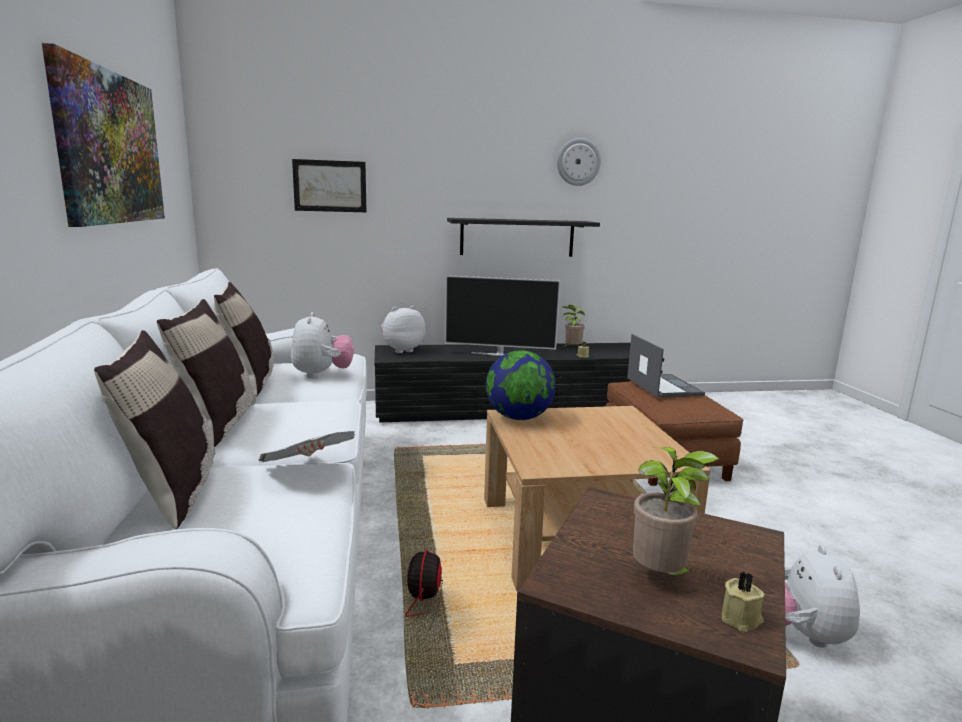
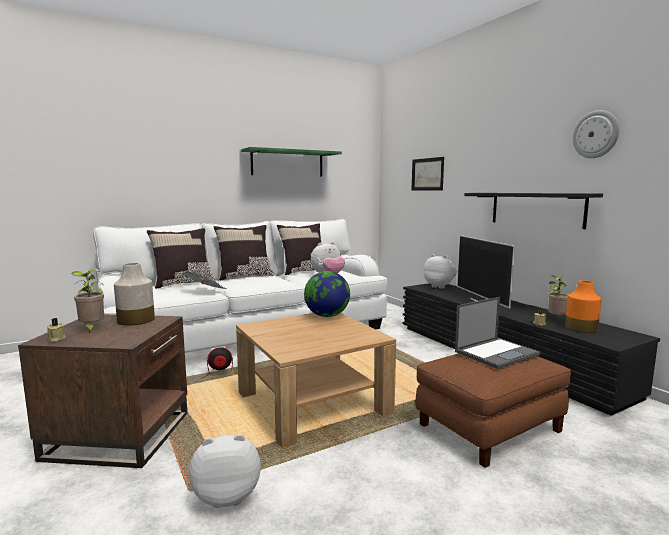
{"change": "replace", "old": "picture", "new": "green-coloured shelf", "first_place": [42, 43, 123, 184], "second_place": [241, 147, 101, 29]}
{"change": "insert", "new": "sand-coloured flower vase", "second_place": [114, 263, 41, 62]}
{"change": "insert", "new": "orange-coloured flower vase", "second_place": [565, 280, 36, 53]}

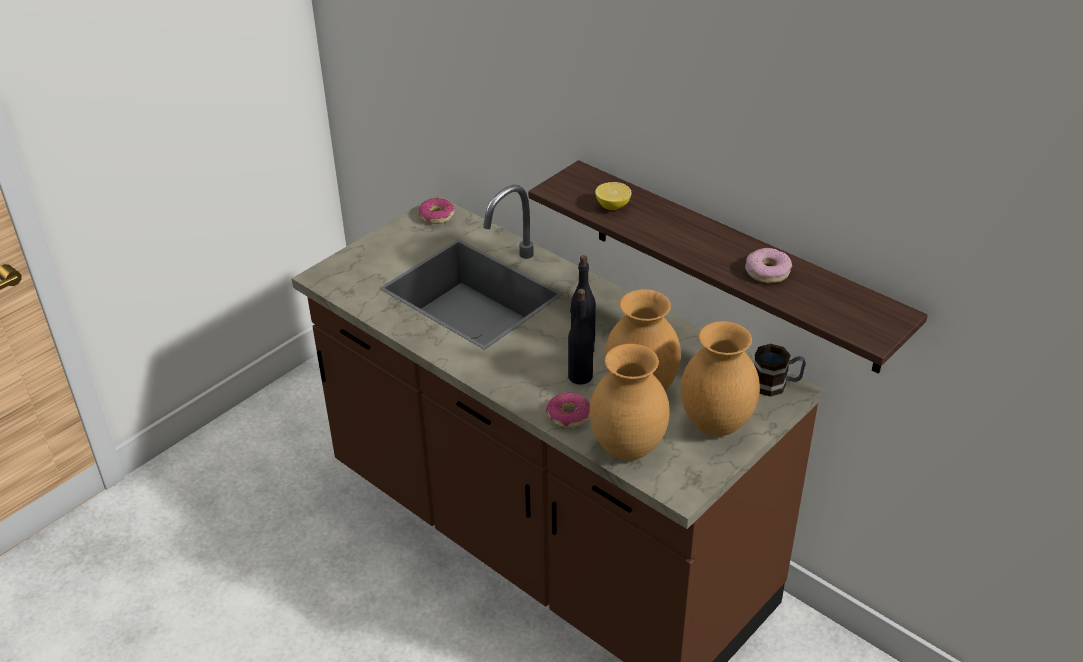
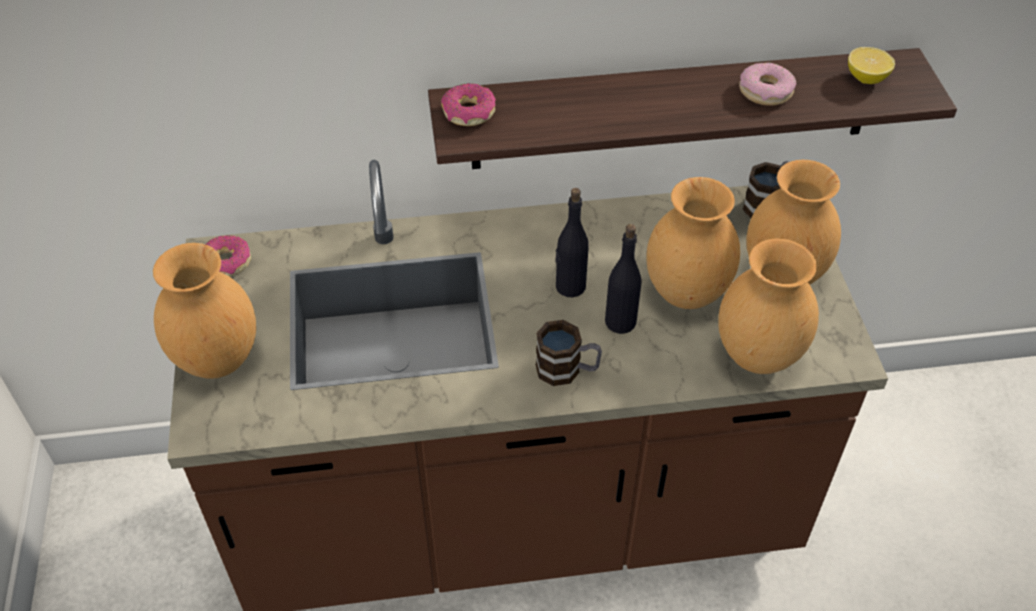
{"change": "move", "old": "citrus fruit", "first_place": [595, 182, 36, 28], "second_place": [848, 47, 47, 37]}
{"change": "move", "old": "doughnut", "first_place": [546, 392, 44, 36], "second_place": [441, 83, 55, 43]}
{"change": "insert", "new": "brown-coloured flower vase", "second_place": [153, 243, 103, 136]}
{"change": "insert", "new": "tea mug", "second_place": [536, 320, 66, 66]}

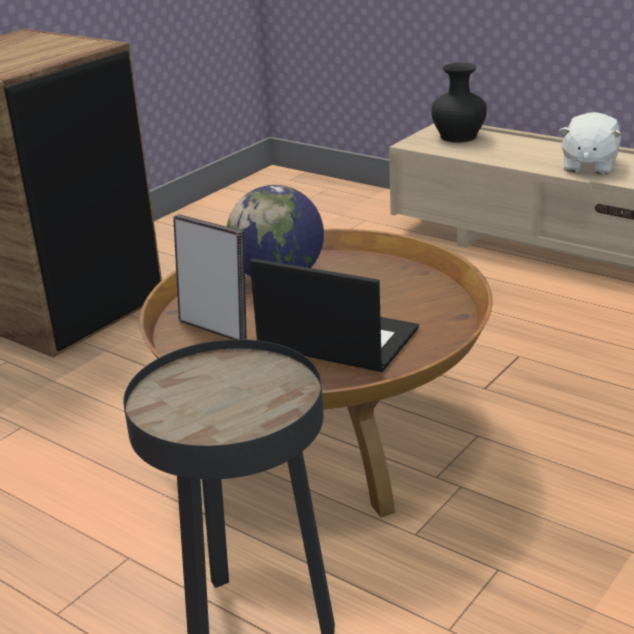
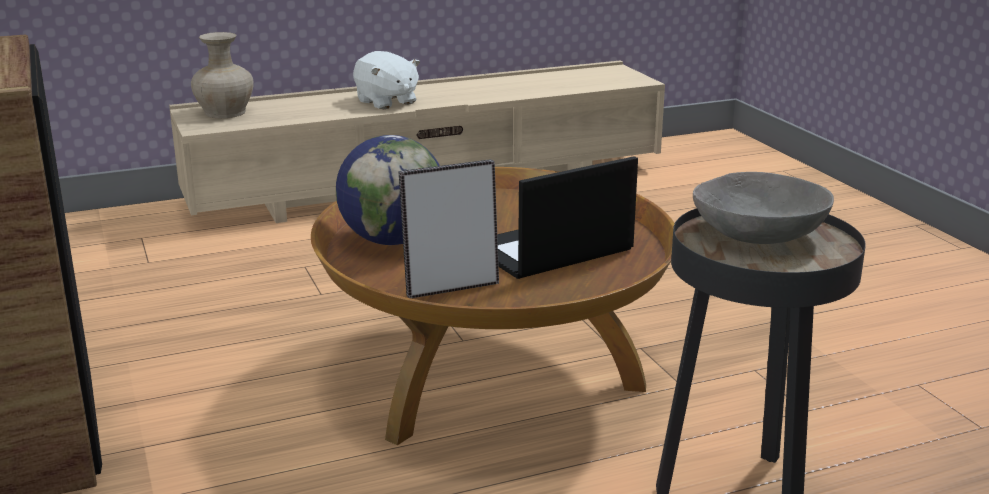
{"change": "recolor", "old": "blackish flower vase", "new": "sand-coloured flower vase", "first_place": [431, 63, 56, 79], "second_place": [191, 32, 63, 86]}
{"change": "insert", "new": "greyish serving bowl", "second_place": [693, 172, 141, 72]}

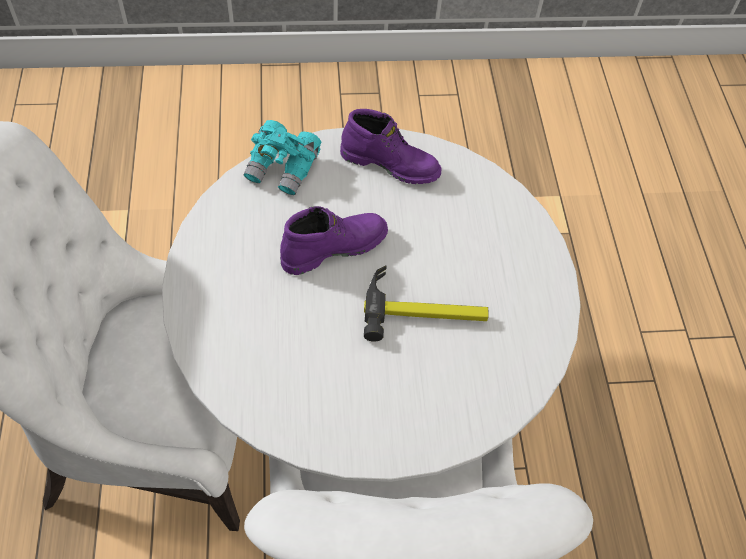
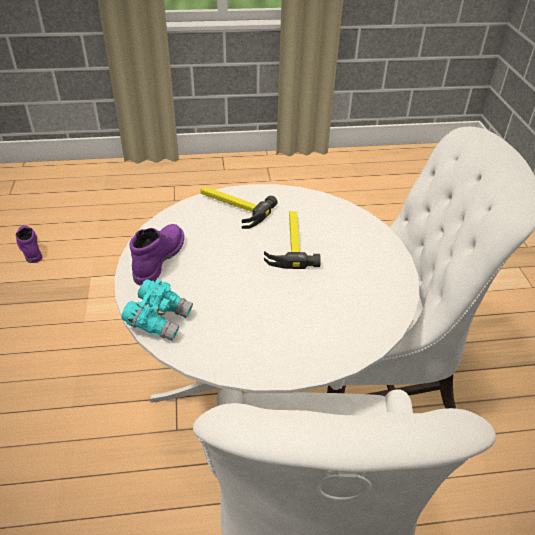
{"change": "move", "old": "purplish tall boot", "first_place": [280, 206, 108, 69], "second_place": [16, 225, 26, 38]}
{"change": "insert", "new": "hand hammer", "second_place": [201, 186, 76, 43]}

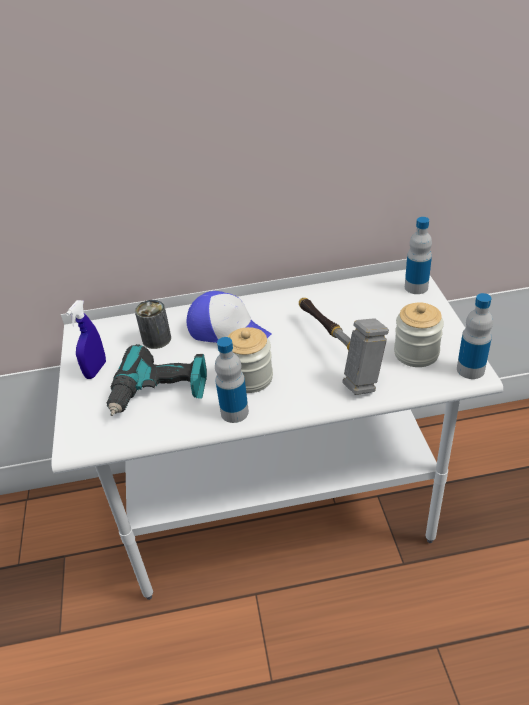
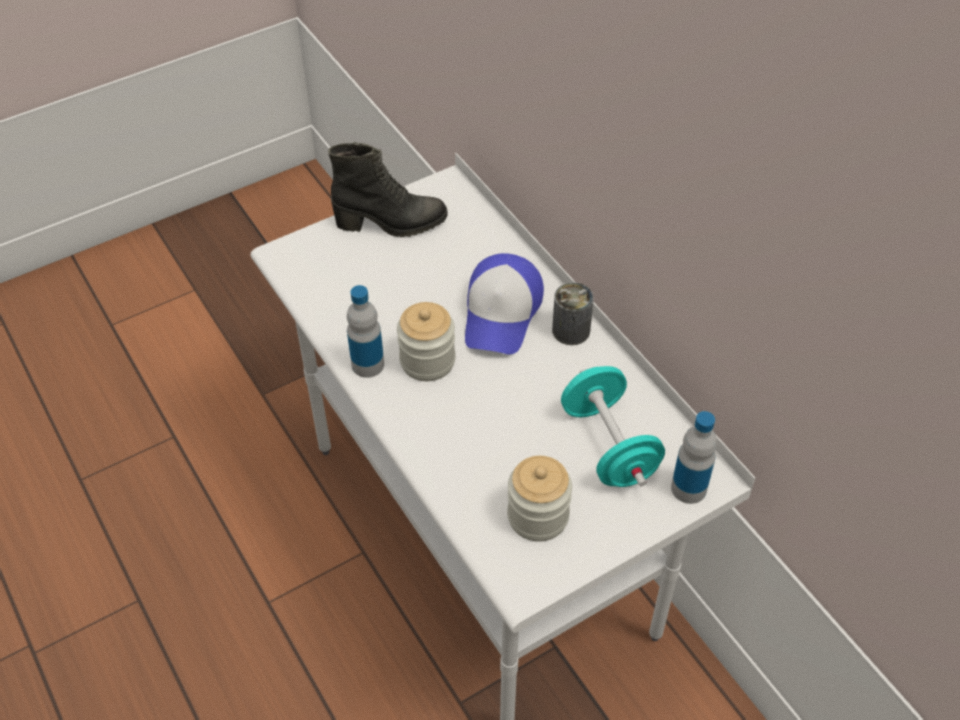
{"change": "delete", "old": "drink bottle", "first_place": [457, 293, 36, 86]}
{"change": "delete", "old": "hand hammer", "first_place": [299, 298, 90, 97]}
{"change": "replace", "old": "blue spray bottle", "new": "blackish tall boot", "first_place": [66, 300, 40, 79], "second_place": [328, 142, 120, 95]}
{"change": "move", "old": "sealed can", "first_place": [135, 300, 36, 49], "second_place": [552, 282, 42, 63]}
{"change": "delete", "old": "power drill", "first_place": [107, 344, 100, 72]}
{"change": "insert", "new": "blue-green free weight", "second_place": [561, 366, 104, 121]}

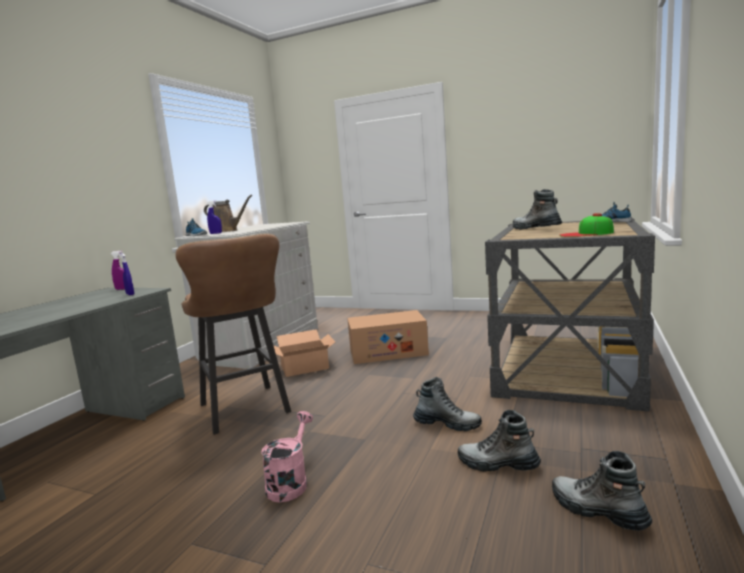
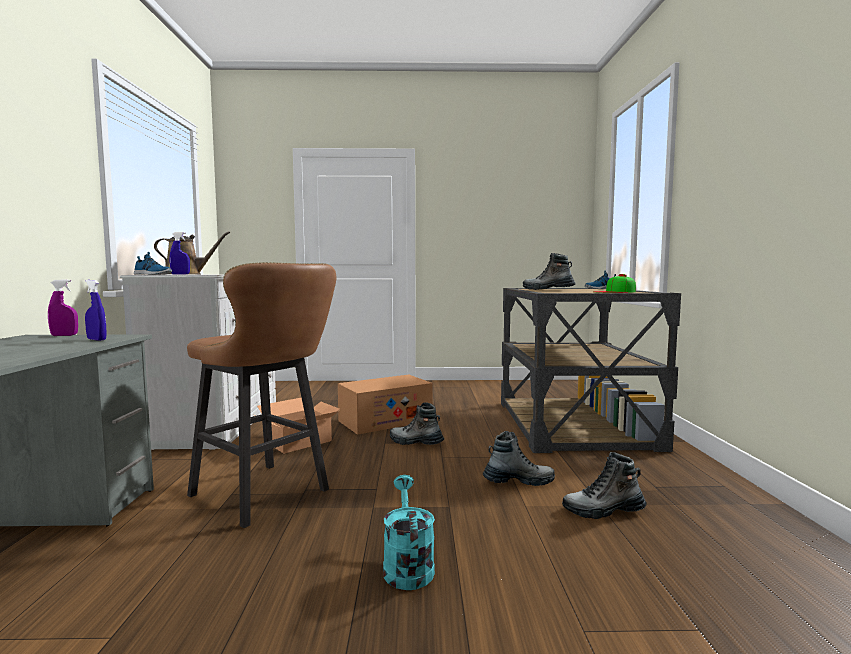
{"change": "recolor", "old": "pink sprinkling can", "new": "blue-green sprinkling can", "first_place": [261, 411, 52, 91], "second_place": [383, 475, 52, 115]}
{"change": "move", "old": "tall boot", "first_place": [552, 451, 100, 80], "second_place": [390, 402, 54, 43]}

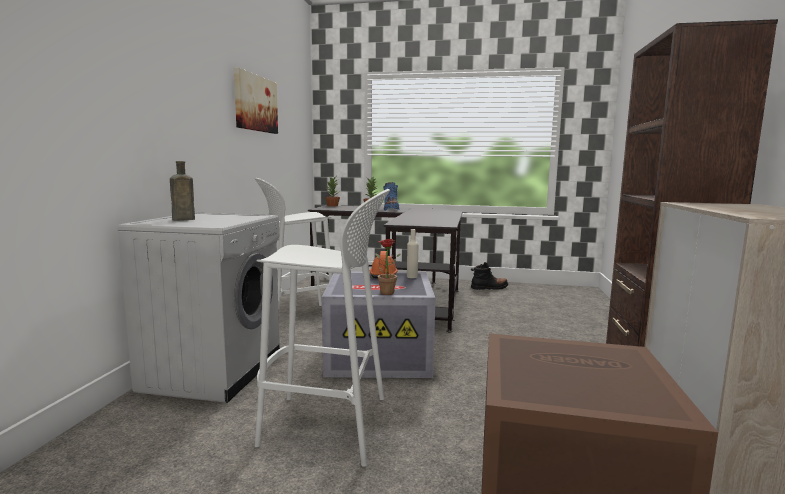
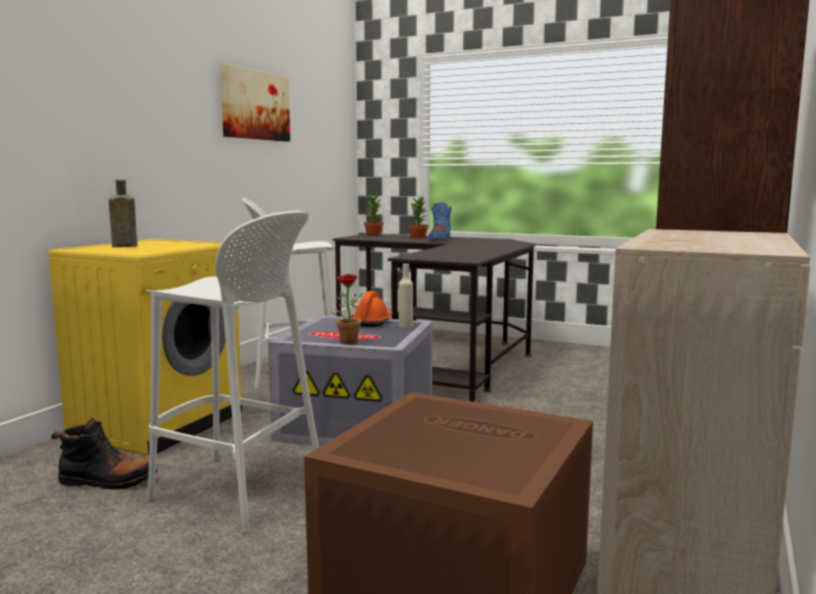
{"change": "recolor", "old": "whitish laundry machine", "new": "yellow laundry machine", "first_place": [118, 213, 162, 190], "second_place": [49, 239, 193, 217]}
{"change": "move", "old": "blackish tall boot", "first_place": [471, 262, 37, 28], "second_place": [51, 418, 106, 71]}

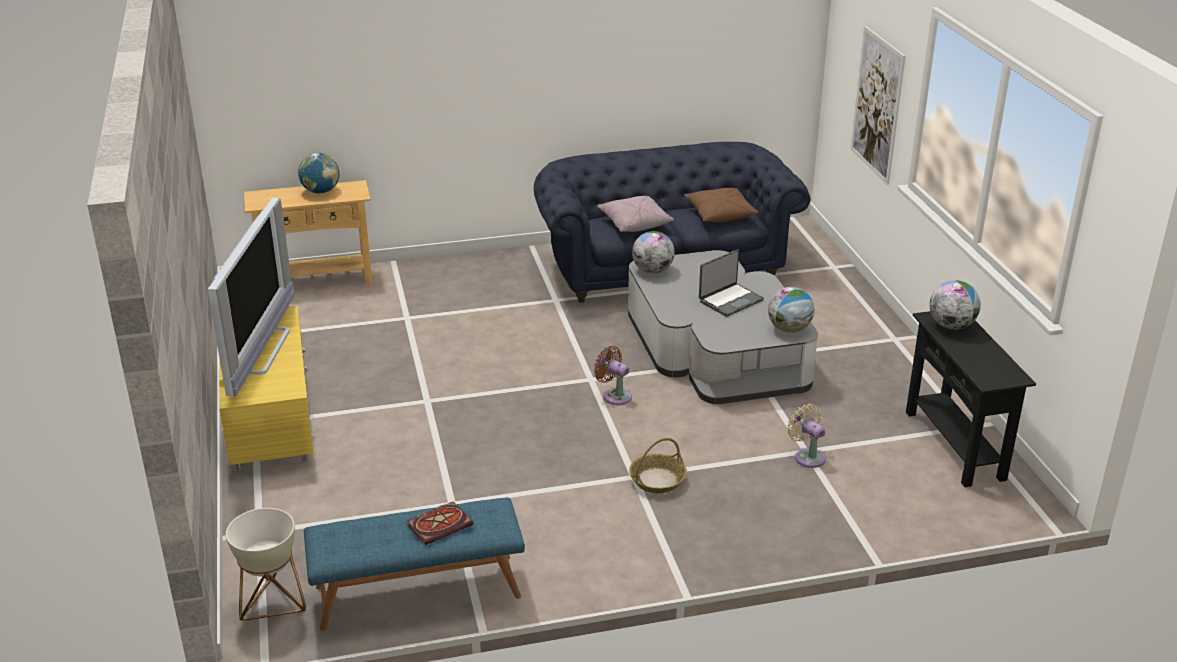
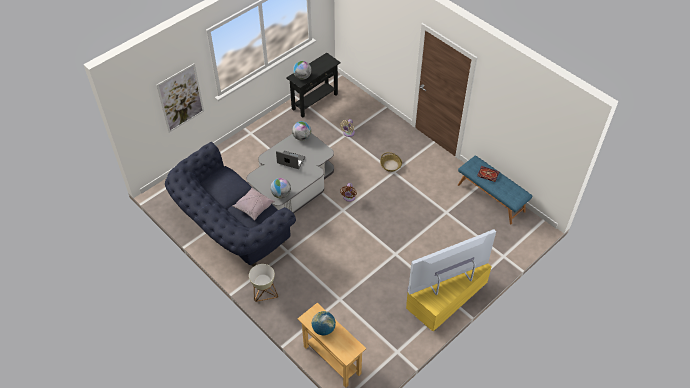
{"change": "delete", "old": "brown-coloured throw pillow", "first_place": [684, 188, 75, 34]}
{"change": "move", "old": "flower pot", "first_place": [226, 508, 80, 112], "second_place": [249, 264, 29, 38]}

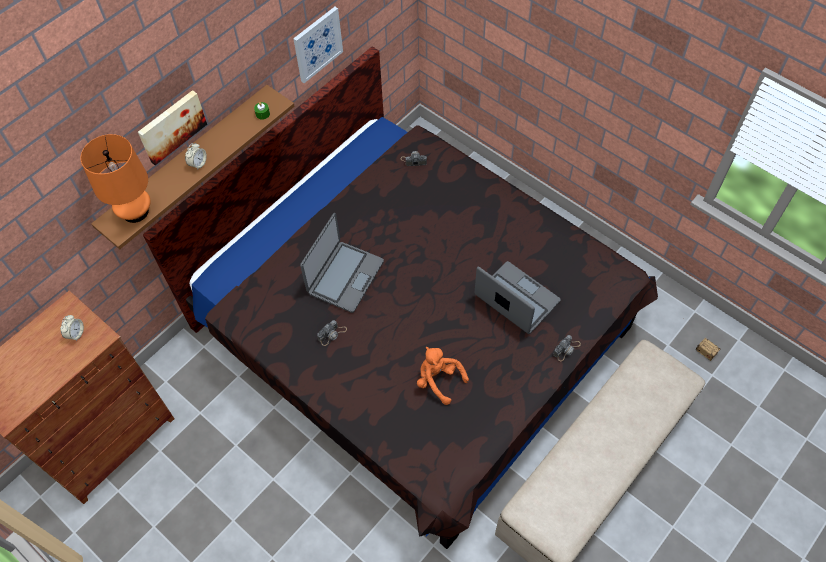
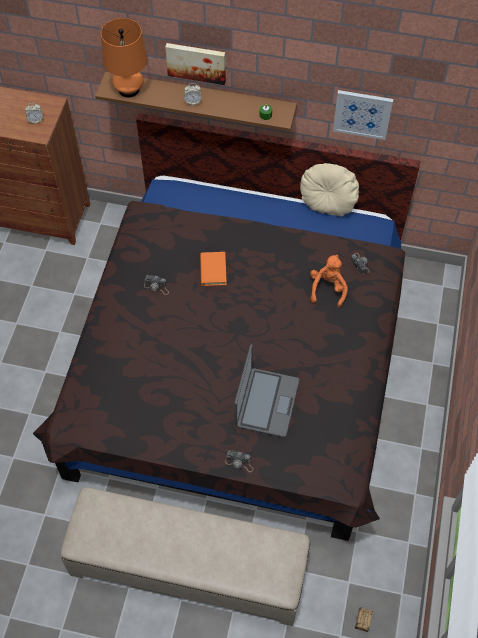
{"change": "replace", "old": "laptop", "new": "orange-coloured volume", "first_place": [300, 213, 84, 100], "second_place": [200, 252, 27, 34]}
{"change": "move", "old": "orange-coloured cuddly toy", "first_place": [417, 347, 52, 58], "second_place": [310, 255, 38, 53]}
{"change": "insert", "new": "sand-coloured throw pillow", "second_place": [300, 163, 59, 53]}

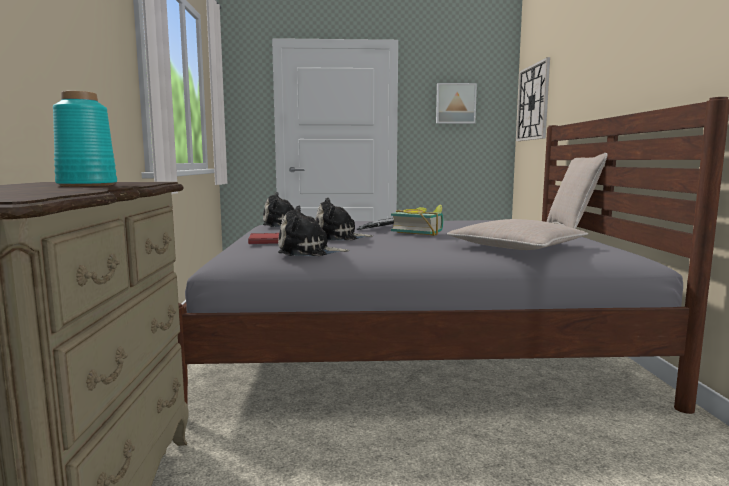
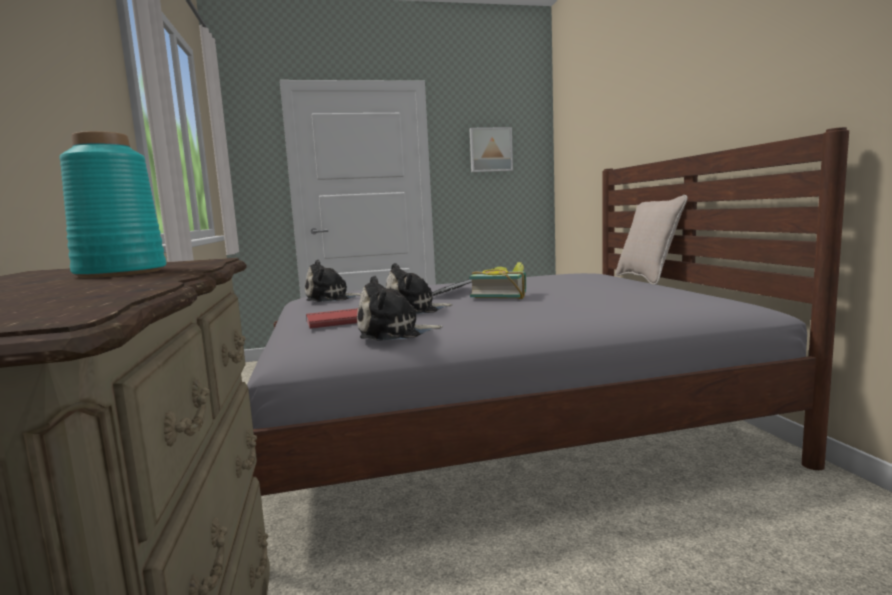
{"change": "delete", "old": "wall clock", "first_place": [516, 57, 34, 84]}
{"change": "delete", "old": "sand-coloured throw pillow", "first_place": [447, 219, 141, 31]}

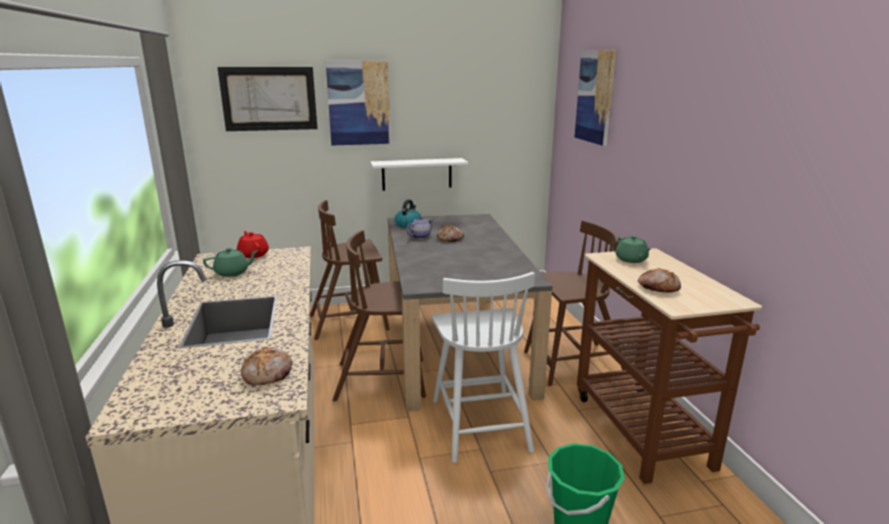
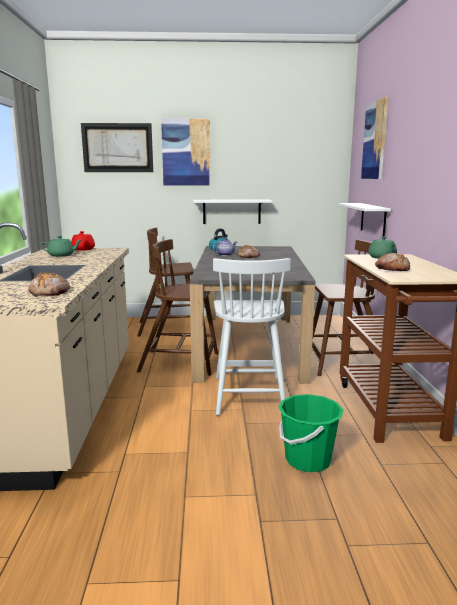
{"change": "insert", "new": "whitish shelf", "second_place": [339, 203, 52, 33]}

